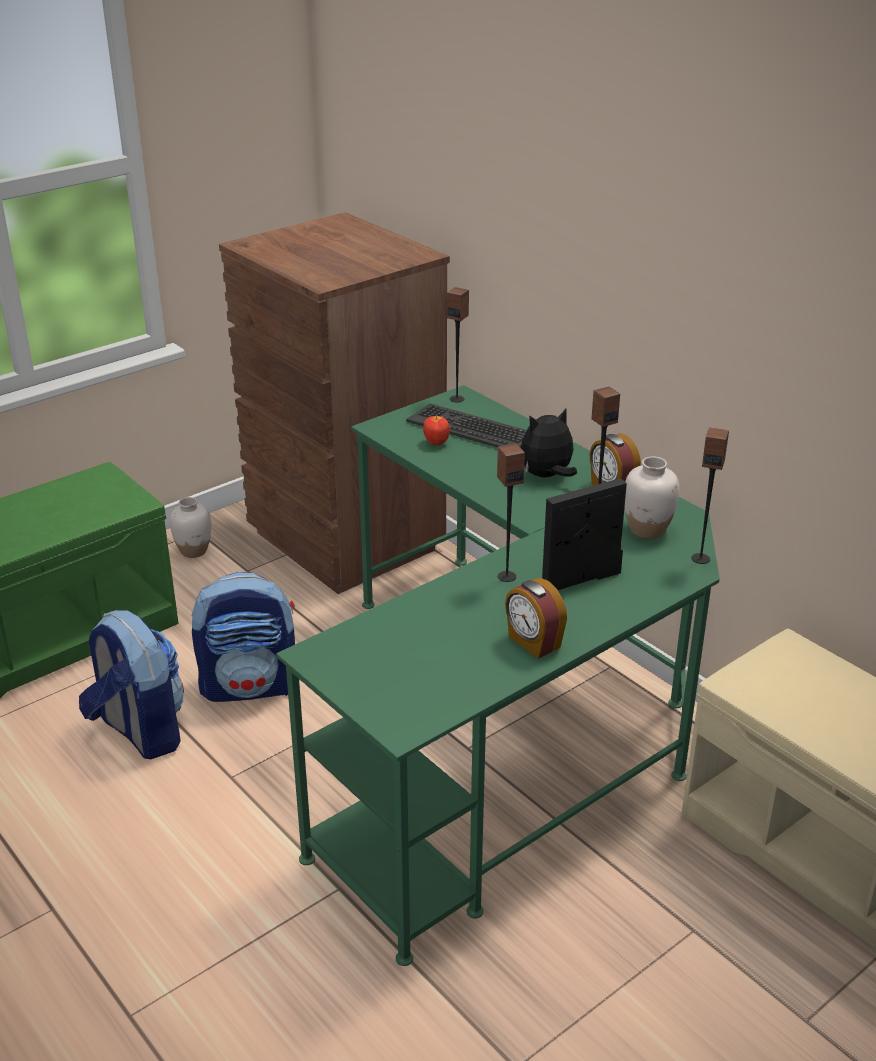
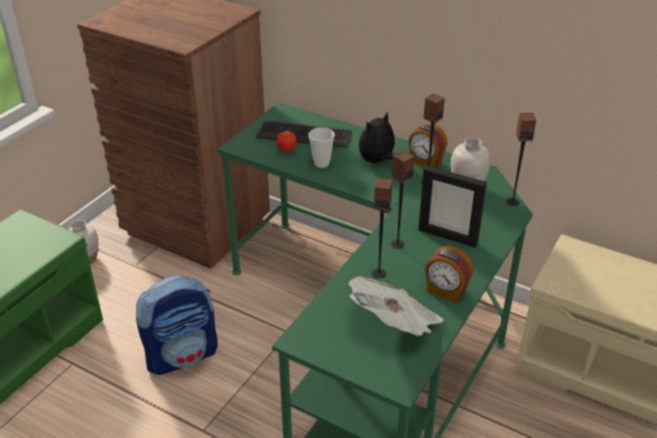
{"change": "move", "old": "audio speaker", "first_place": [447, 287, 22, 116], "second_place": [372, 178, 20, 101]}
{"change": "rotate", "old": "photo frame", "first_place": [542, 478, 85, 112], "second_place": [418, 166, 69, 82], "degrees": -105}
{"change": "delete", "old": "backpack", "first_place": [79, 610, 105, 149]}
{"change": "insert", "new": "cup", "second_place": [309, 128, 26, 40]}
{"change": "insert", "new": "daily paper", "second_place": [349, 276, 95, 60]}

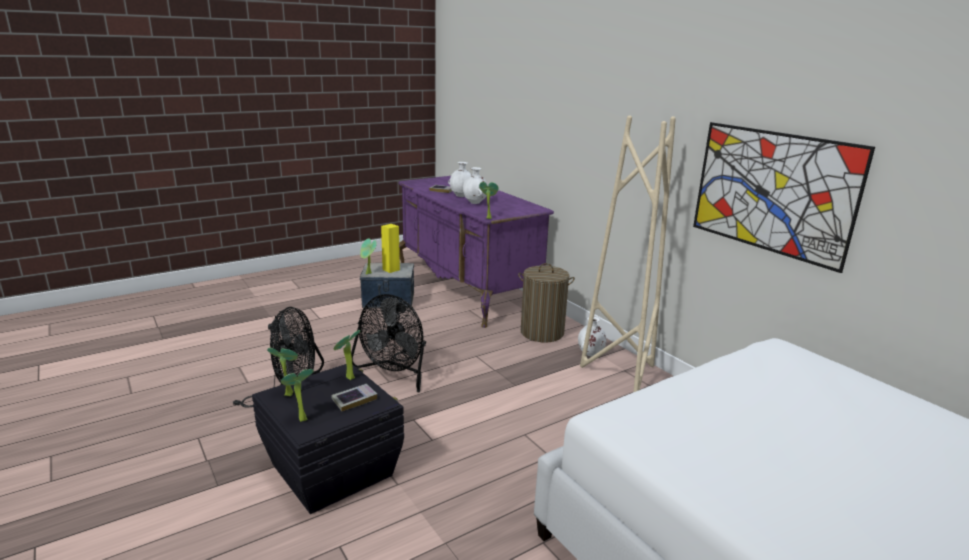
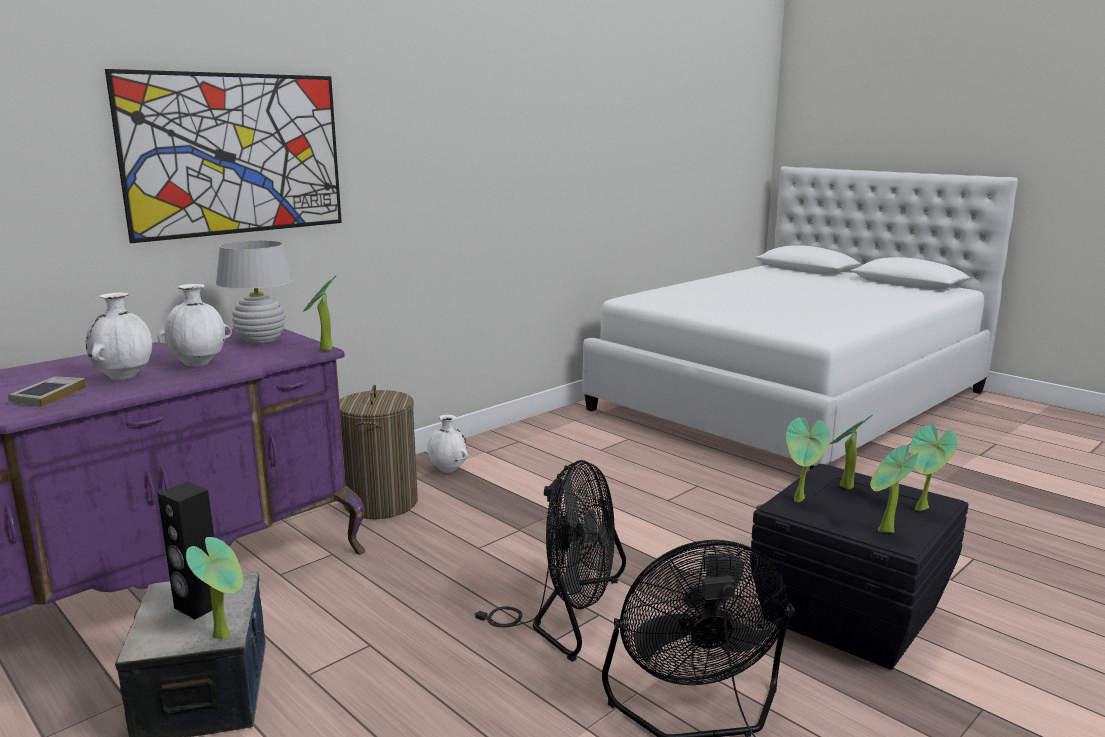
{"change": "delete", "old": "sand-coloured garment rack", "first_place": [580, 115, 96, 277]}
{"change": "move", "old": "picture", "first_place": [693, 122, 182, 151], "second_place": [105, 69, 237, 174]}
{"change": "recolor", "old": "yellow audio speaker", "new": "blackish audio speaker", "first_place": [381, 224, 19, 49], "second_place": [157, 482, 57, 137]}
{"change": "replace", "old": "volume", "new": "potted plant", "first_place": [332, 384, 45, 27], "second_place": [830, 414, 43, 76]}
{"change": "insert", "new": "whitish table lamp", "second_place": [216, 240, 78, 104]}

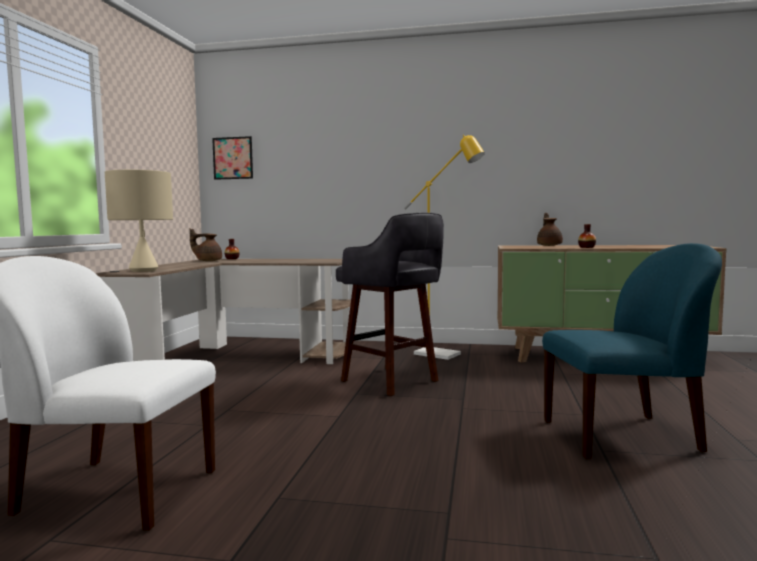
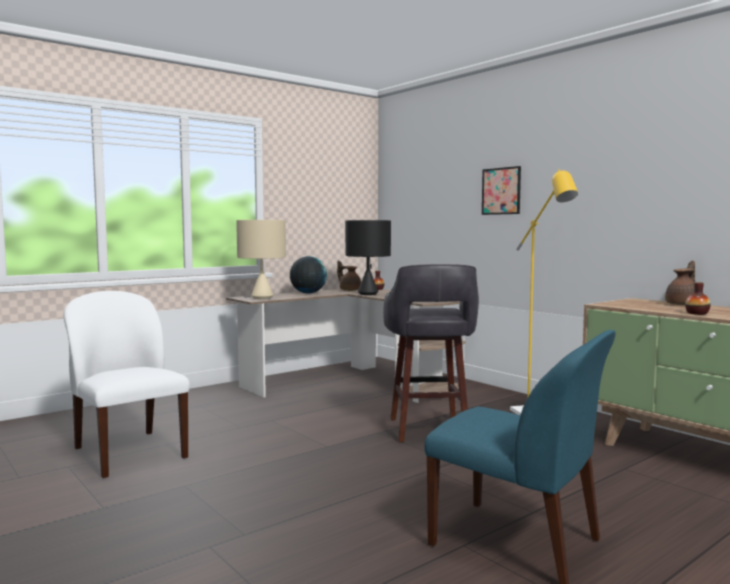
{"change": "move", "old": "picture", "first_place": [212, 136, 41, 44], "second_place": [482, 166, 39, 49]}
{"change": "insert", "new": "blackish table lamp", "second_place": [345, 220, 46, 75]}
{"change": "insert", "new": "world globe", "second_place": [290, 256, 37, 38]}

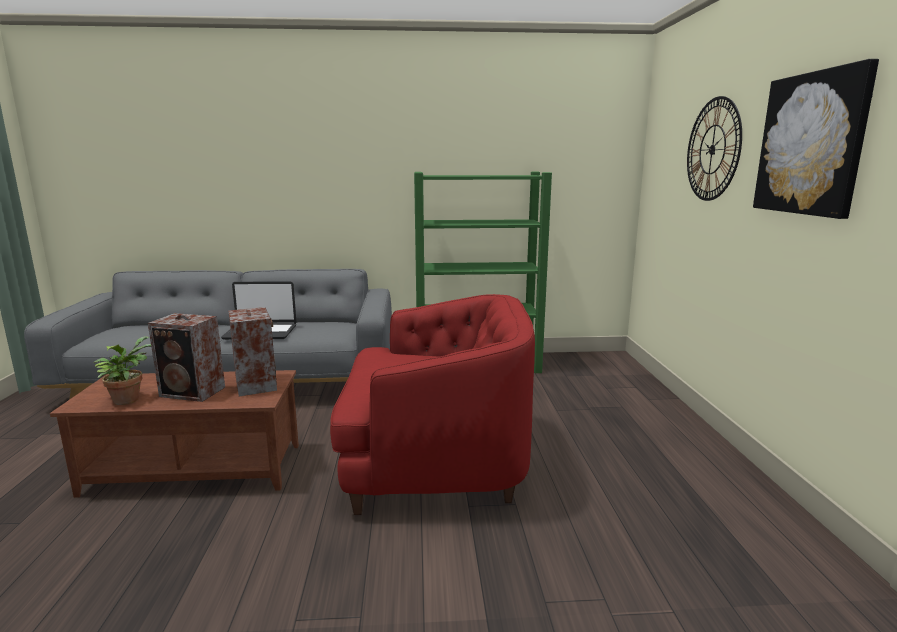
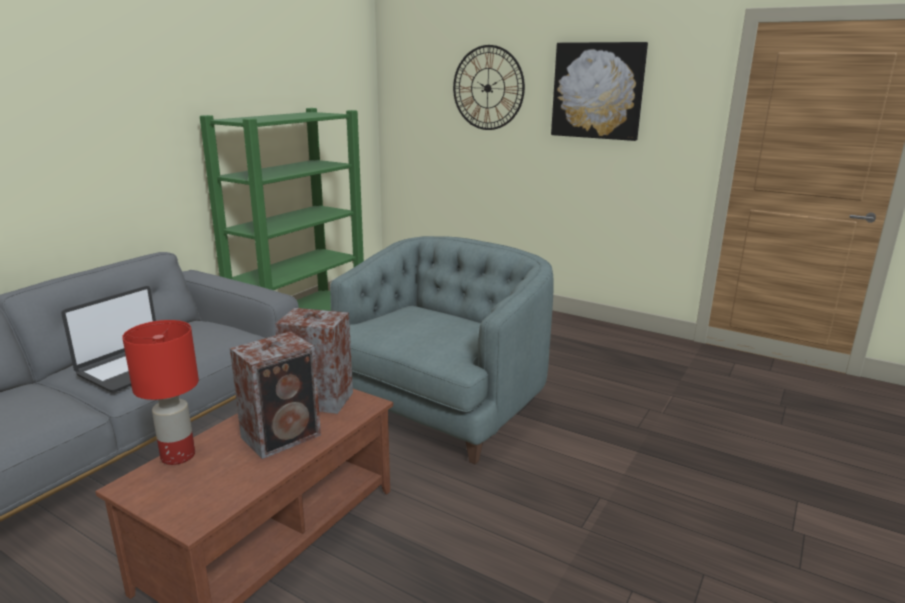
{"change": "recolor", "old": "red-coloured armchair", "new": "greyish armchair", "first_place": [330, 294, 205, 221], "second_place": [330, 236, 224, 228]}
{"change": "delete", "old": "potted plant", "first_place": [93, 336, 58, 69]}
{"change": "insert", "new": "red-coloured table lamp", "second_place": [122, 320, 77, 145]}

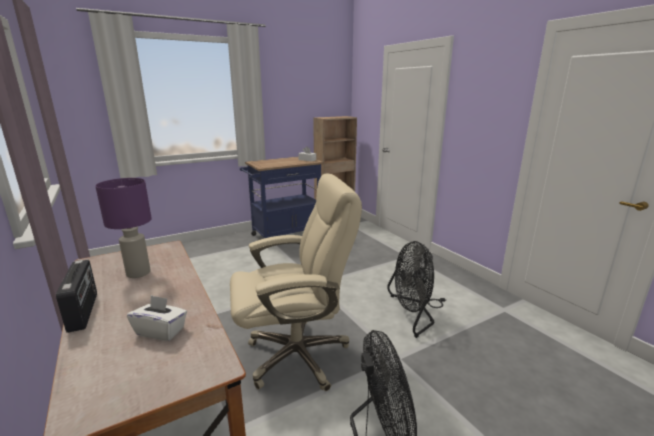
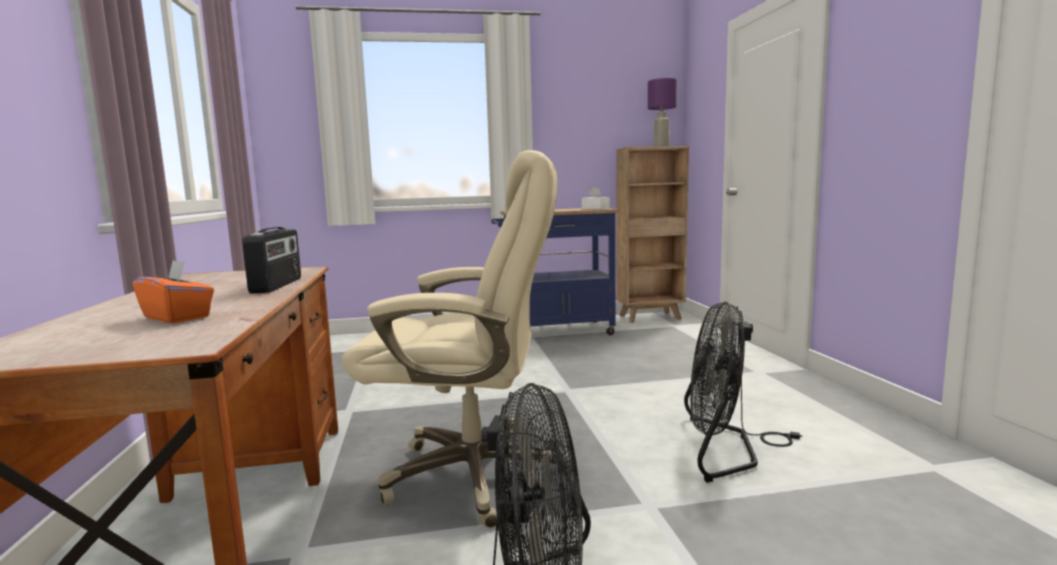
{"change": "move", "old": "purplish table lamp", "first_place": [95, 178, 57, 100], "second_place": [648, 78, 29, 69]}
{"change": "move", "old": "radio receiver", "first_place": [56, 260, 41, 73], "second_place": [242, 227, 59, 66]}
{"change": "recolor", "old": "whitish tissue holder", "new": "orange-coloured tissue holder", "first_place": [127, 295, 60, 46], "second_place": [133, 260, 81, 64]}

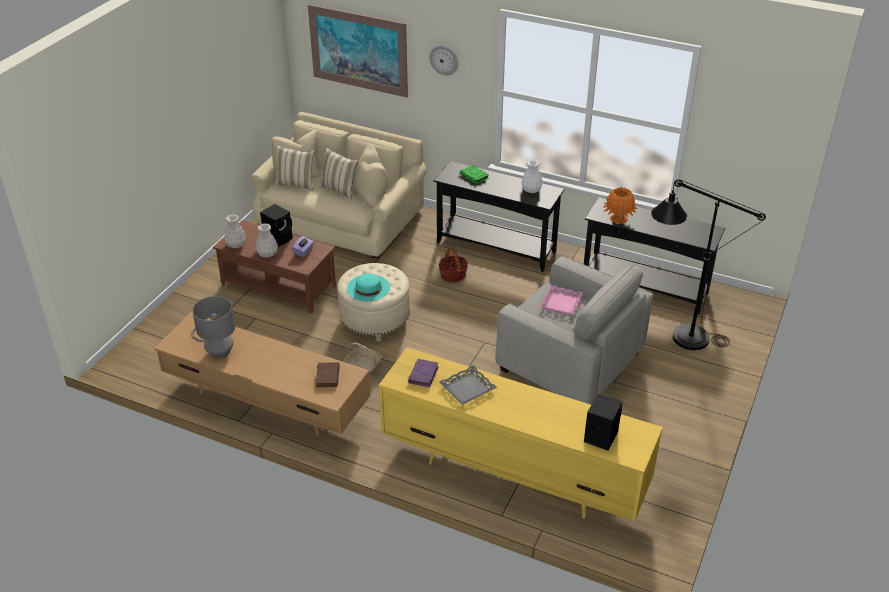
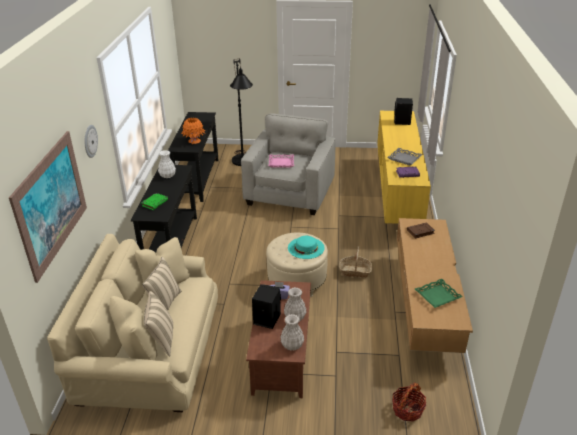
{"change": "move", "old": "storage basket", "first_place": [438, 248, 30, 34], "second_place": [392, 383, 34, 39]}
{"change": "replace", "old": "greyish table lamp", "new": "green-coloured serving tray", "first_place": [191, 296, 44, 62], "second_place": [415, 279, 48, 29]}

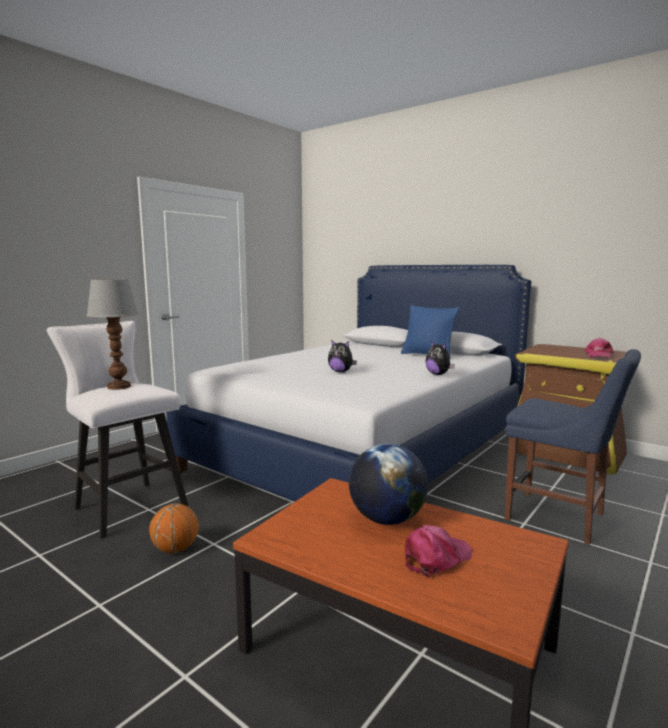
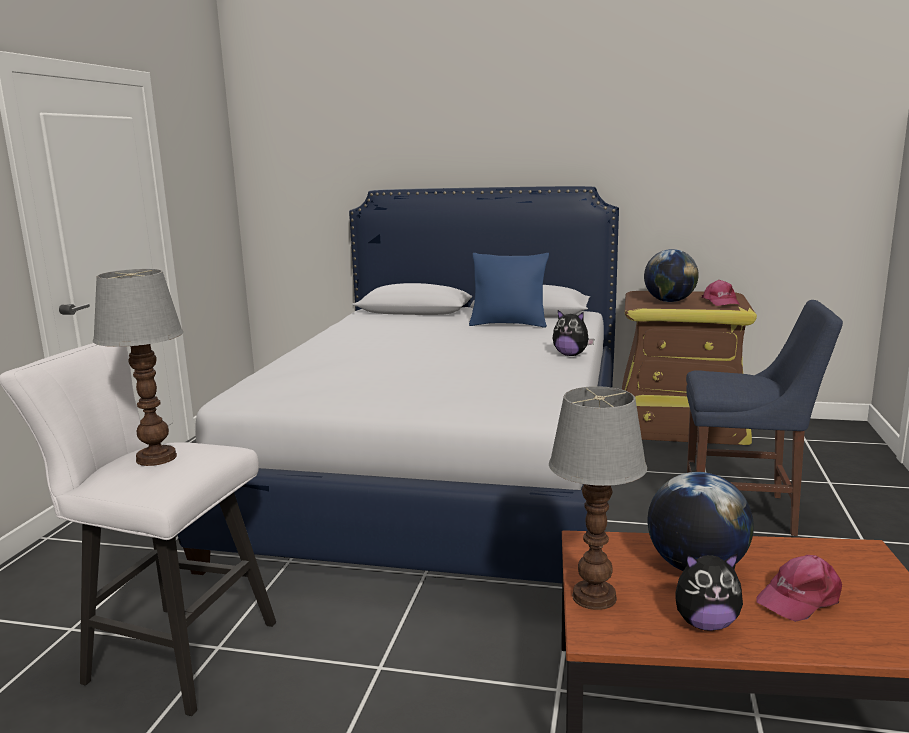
{"change": "move", "old": "cuddly toy", "first_place": [328, 340, 29, 32], "second_place": [675, 553, 68, 78]}
{"change": "delete", "old": "ball for basketball", "first_place": [149, 504, 50, 49]}
{"change": "rotate", "old": "pink peaked cap", "first_place": [405, 525, 67, 52], "second_place": [756, 555, 86, 67], "degrees": -150}
{"change": "insert", "new": "world globe", "second_place": [644, 249, 55, 53]}
{"change": "insert", "new": "table lamp", "second_place": [549, 386, 98, 224]}

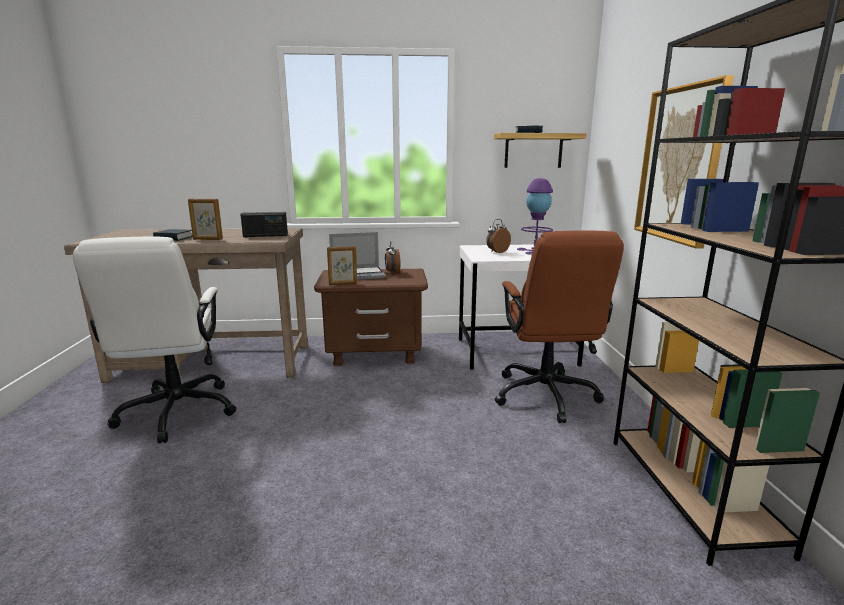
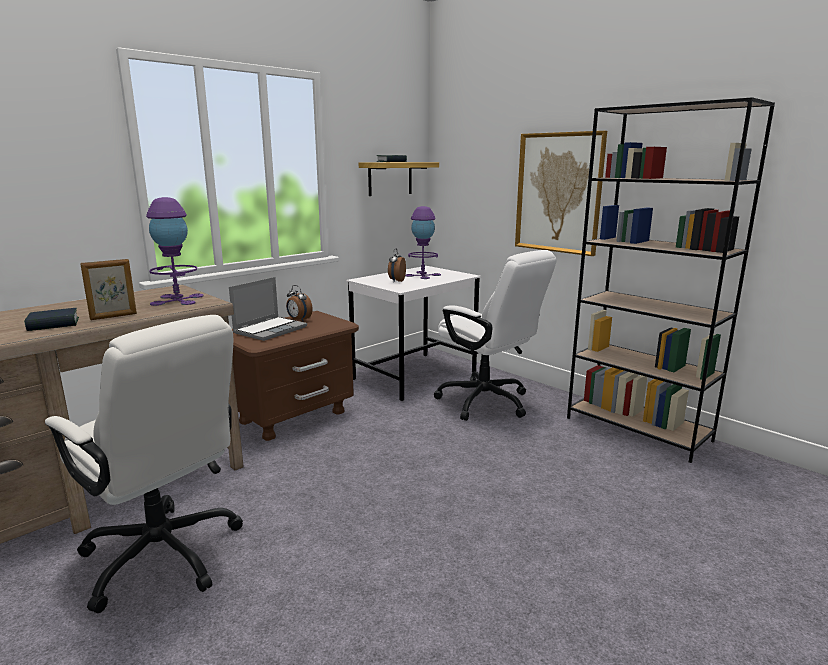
{"change": "replace", "old": "radio receiver", "new": "purplish table lamp", "first_place": [240, 212, 48, 25], "second_place": [146, 197, 58, 109]}
{"change": "recolor", "old": "brown-coloured office chair", "new": "whitish office chair", "first_place": [495, 230, 129, 193], "second_place": [434, 250, 123, 171]}
{"change": "delete", "old": "photo frame", "first_place": [327, 246, 30, 39]}

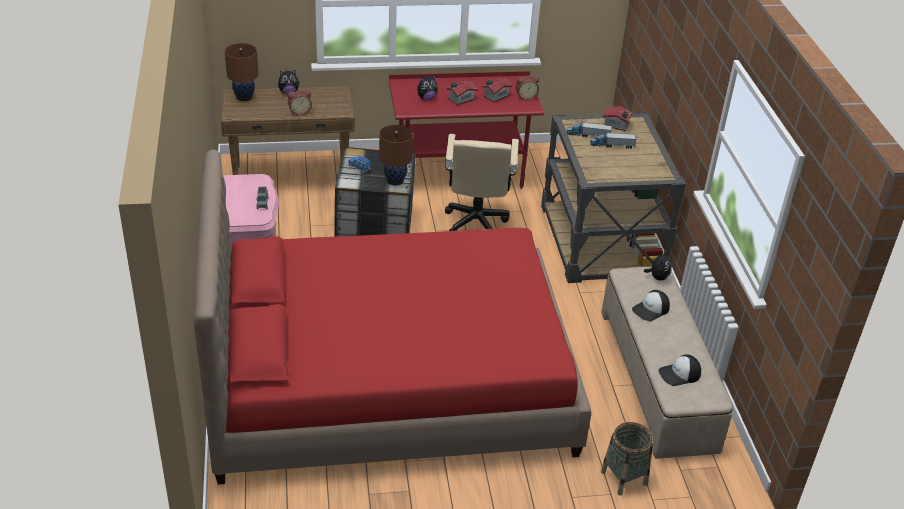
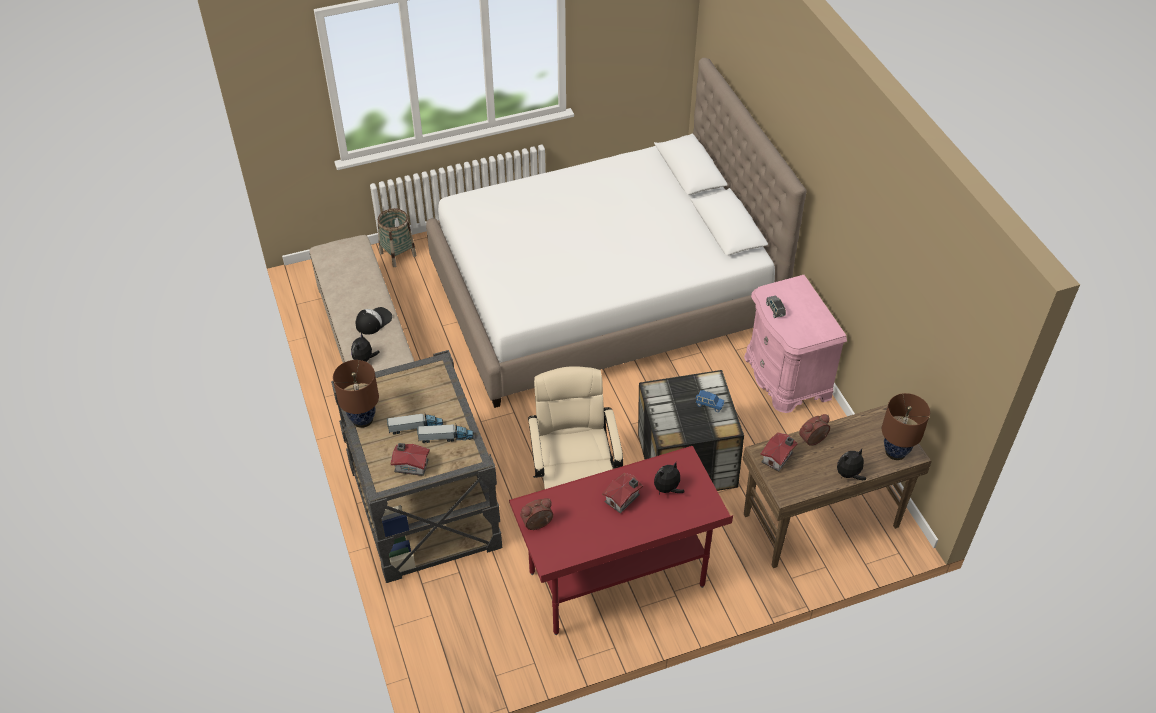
{"change": "move", "old": "toy house", "first_place": [482, 78, 31, 24], "second_place": [760, 432, 38, 40]}
{"change": "move", "old": "brown-coloured table lamp", "first_place": [379, 125, 34, 60], "second_place": [333, 360, 46, 68]}
{"change": "recolor", "old": "red-coloured sleeping bed", "new": "whitish sleeping bed", "first_place": [193, 149, 398, 336], "second_place": [426, 58, 381, 350]}
{"change": "delete", "old": "peaked cap", "first_place": [658, 354, 43, 32]}

